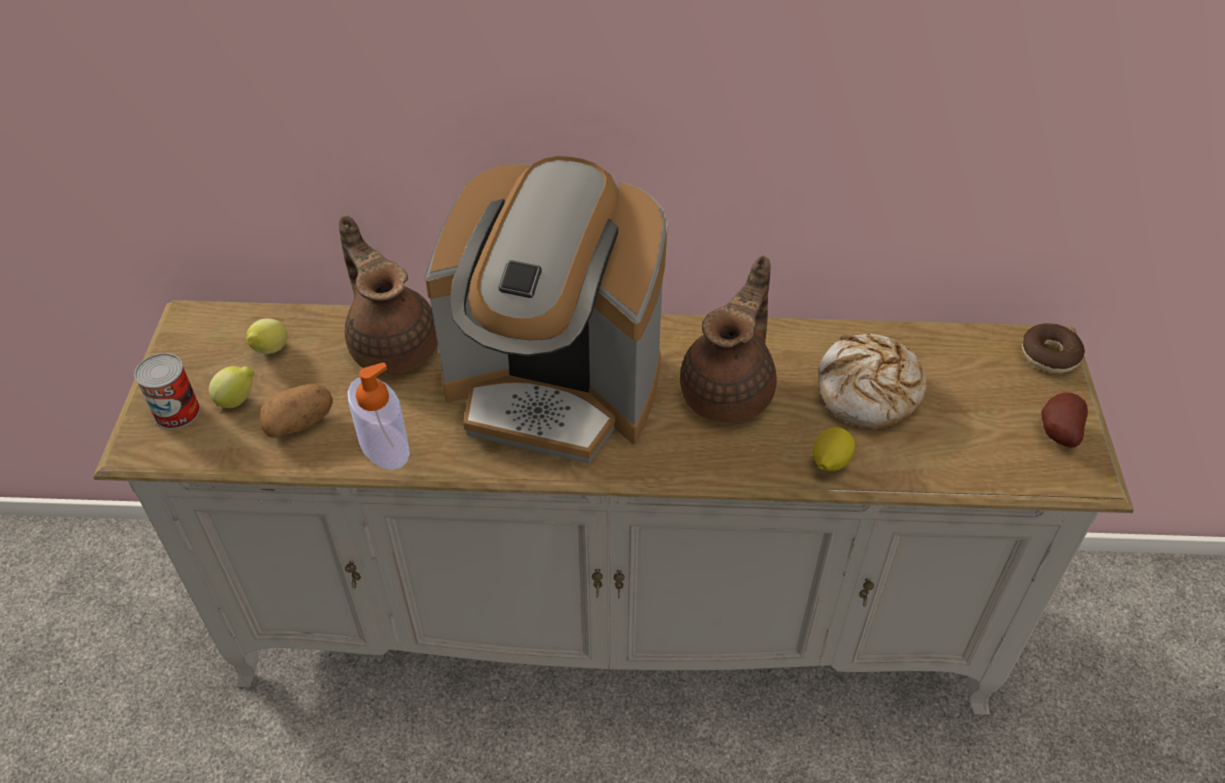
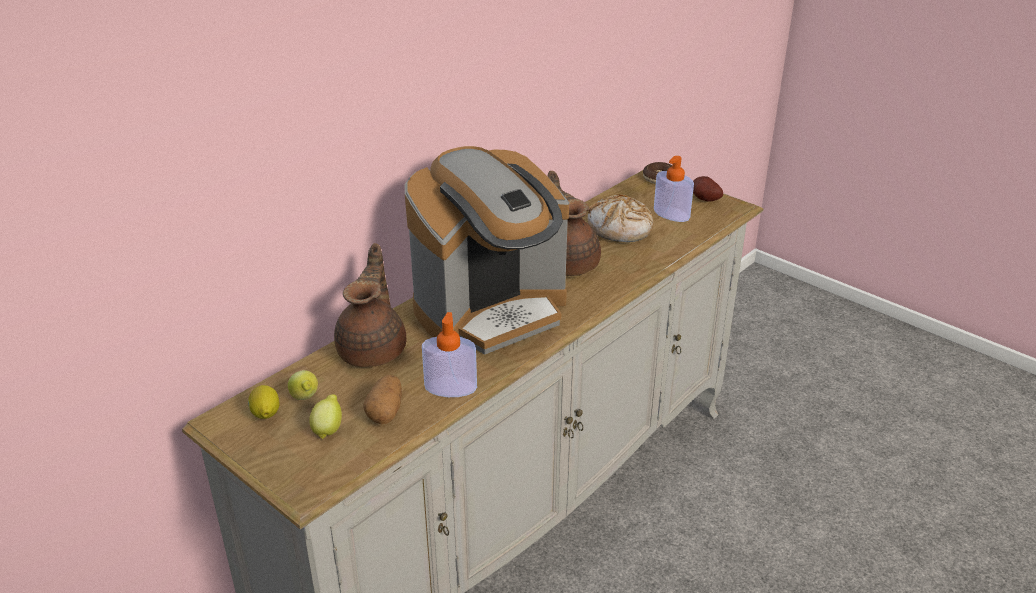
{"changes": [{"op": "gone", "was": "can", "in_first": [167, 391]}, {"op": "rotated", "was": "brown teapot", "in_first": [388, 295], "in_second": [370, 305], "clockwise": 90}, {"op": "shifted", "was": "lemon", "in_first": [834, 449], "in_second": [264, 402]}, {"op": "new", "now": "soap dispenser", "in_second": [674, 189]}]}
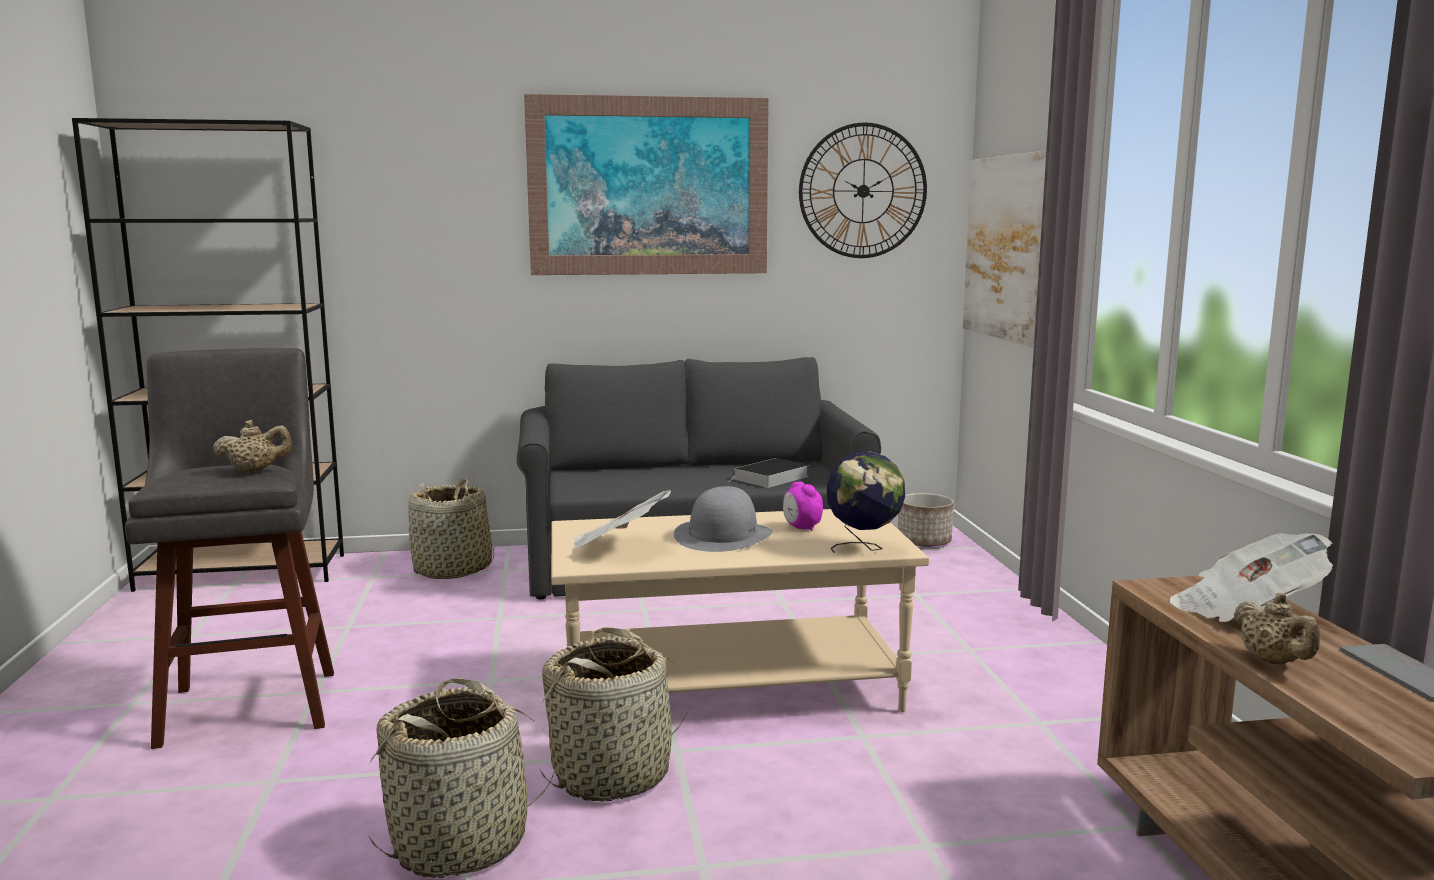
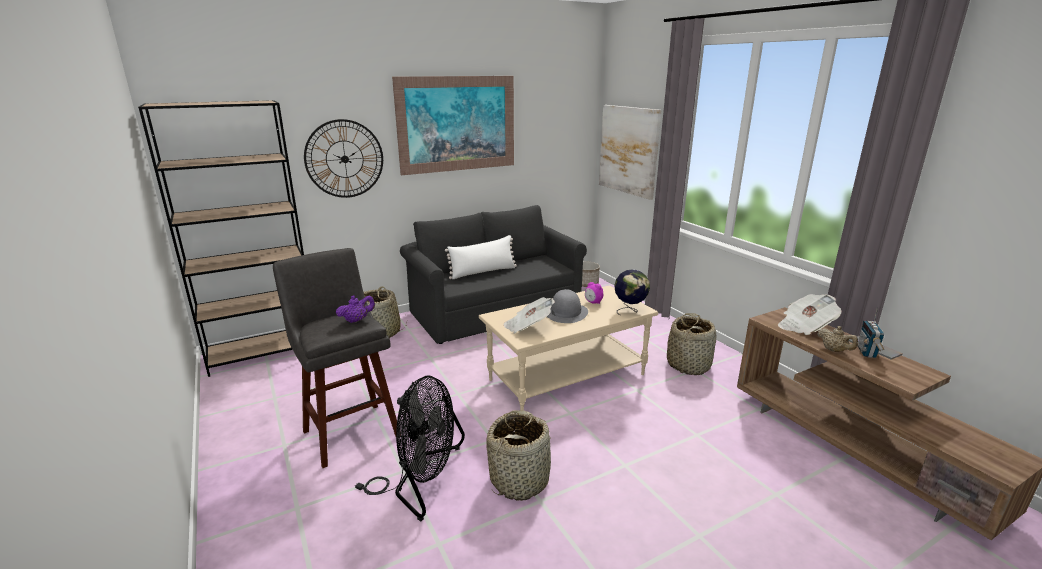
{"changes": [{"op": "repainted", "was": "beige teapot", "now": "purple teapot", "in_first": [252, 446], "in_second": [355, 309]}, {"op": "shifted", "was": "basket", "in_first": [612, 714], "in_second": [691, 344]}, {"op": "gone", "was": "book", "in_first": [768, 473]}, {"op": "shifted", "was": "wall clock", "in_first": [863, 190], "in_second": [343, 158]}, {"op": "new", "now": "black fan", "in_second": [410, 449]}, {"op": "new", "now": "white pillow", "in_second": [481, 257]}, {"op": "new", "now": "radio", "in_second": [871, 332]}]}
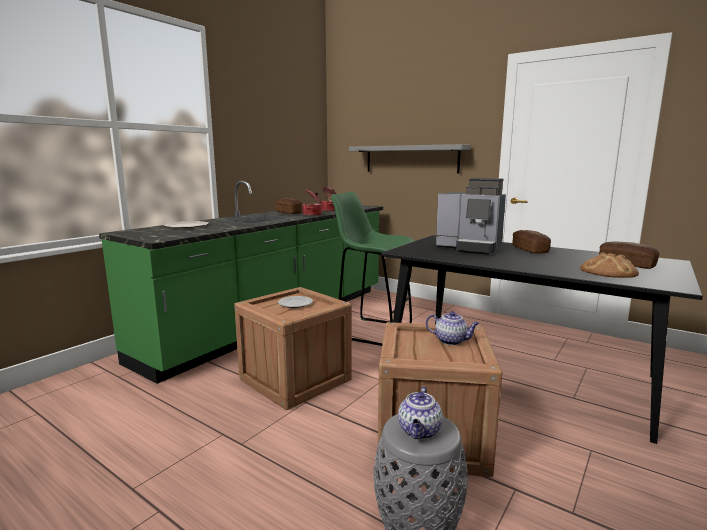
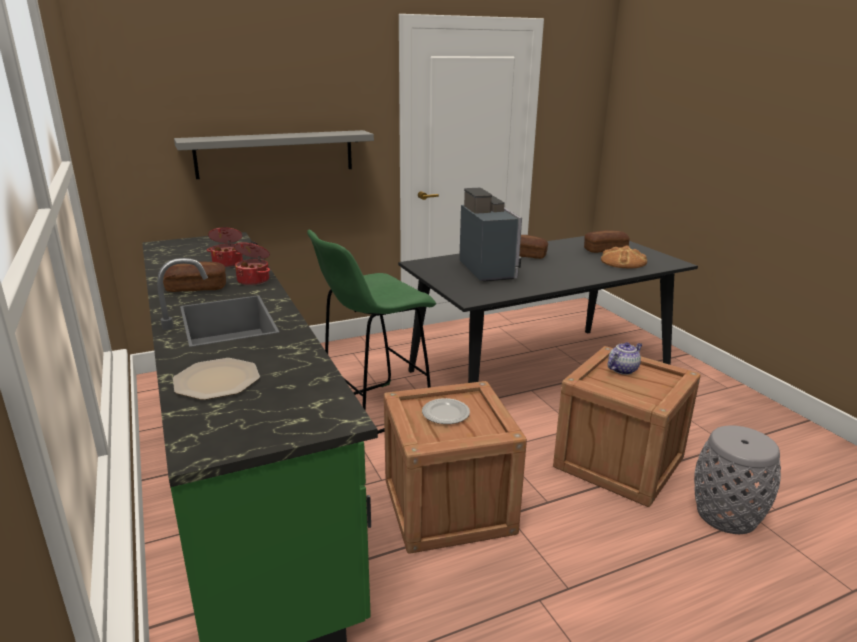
{"changes": [{"op": "gone", "was": "teapot", "in_first": [420, 412]}, {"op": "rotated", "was": "coffee machine", "in_first": [471, 216], "in_second": [490, 235], "clockwise": -75}]}
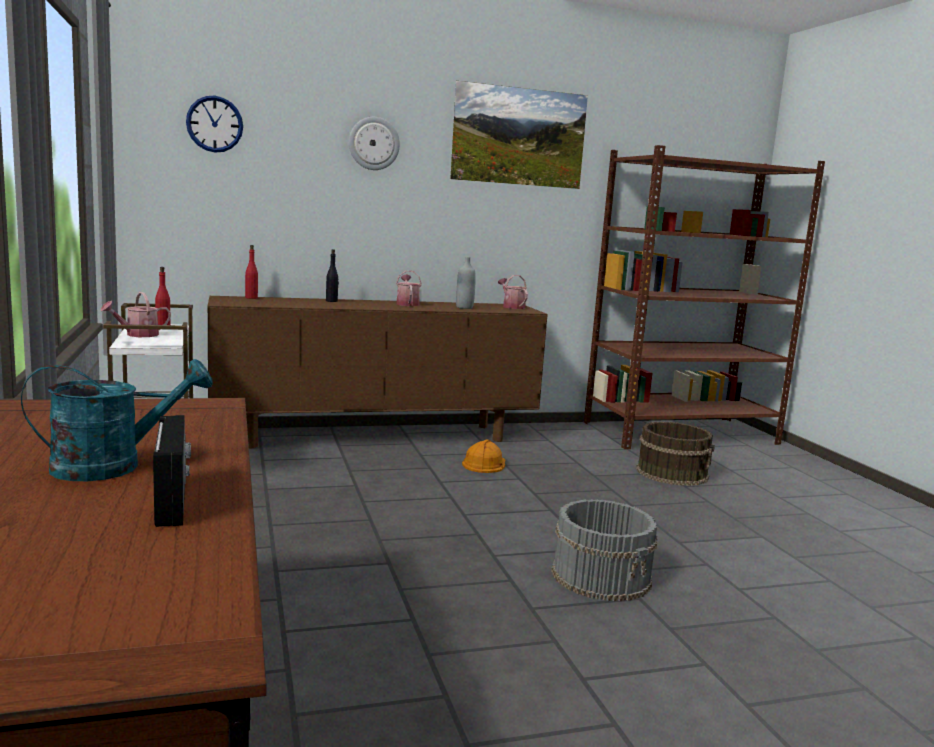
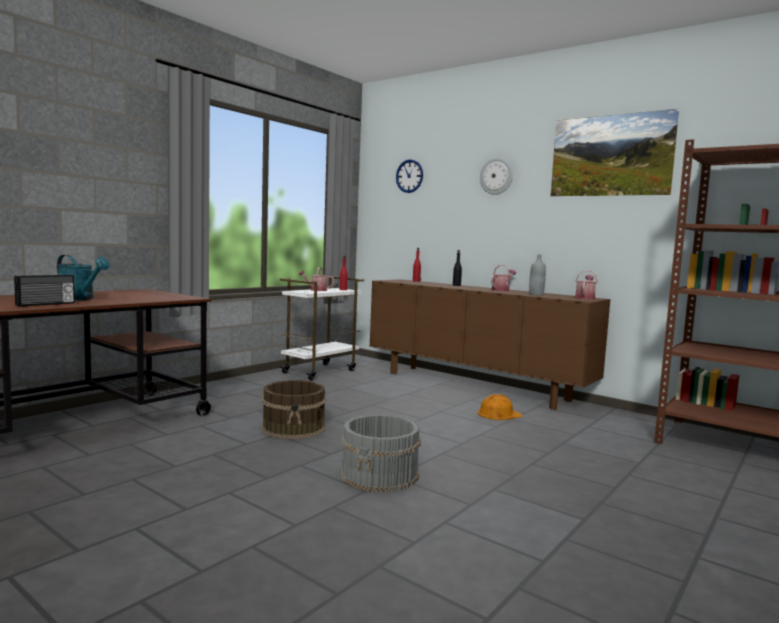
{"changes": [{"op": "shifted", "was": "brown bucket", "in_first": [675, 454], "in_second": [293, 409]}]}
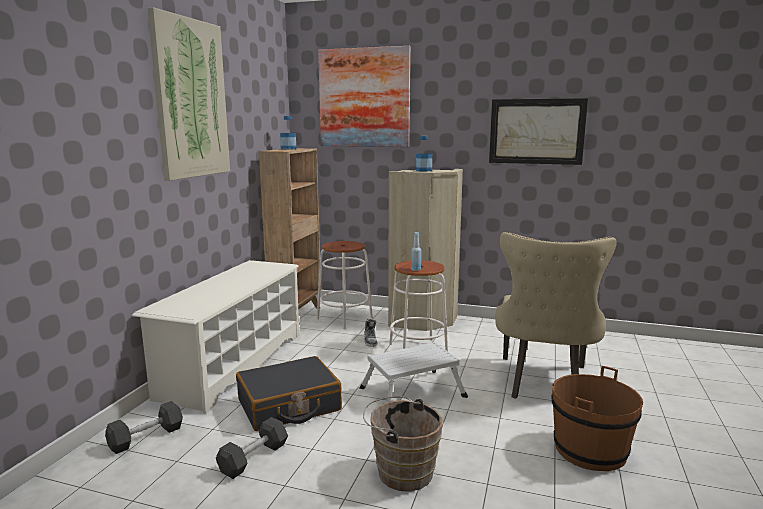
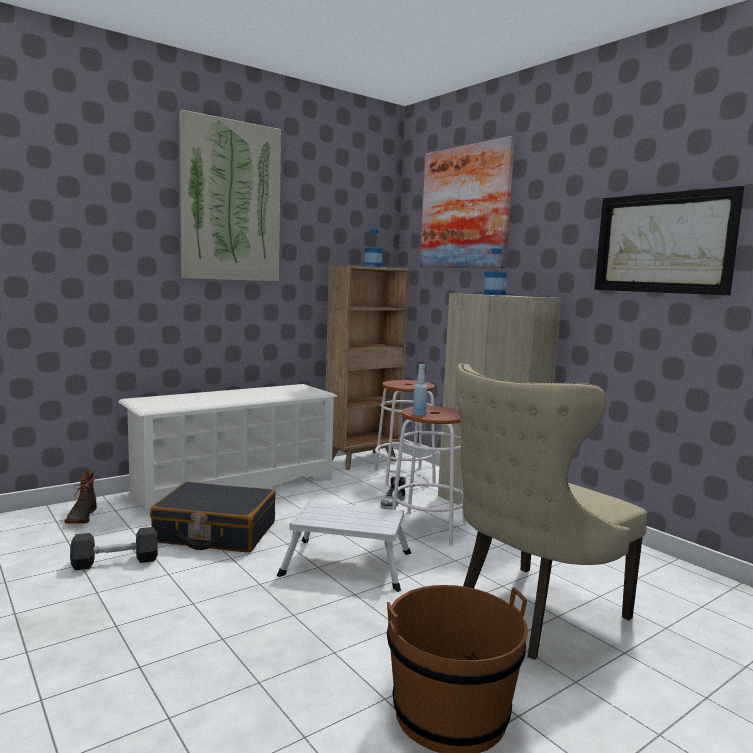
{"changes": [{"op": "swapped", "was": "grey dumbbell", "now": "boot", "in_first": [144, 427], "in_second": [81, 497]}, {"op": "gone", "was": "brown bucket", "in_first": [403, 444]}]}
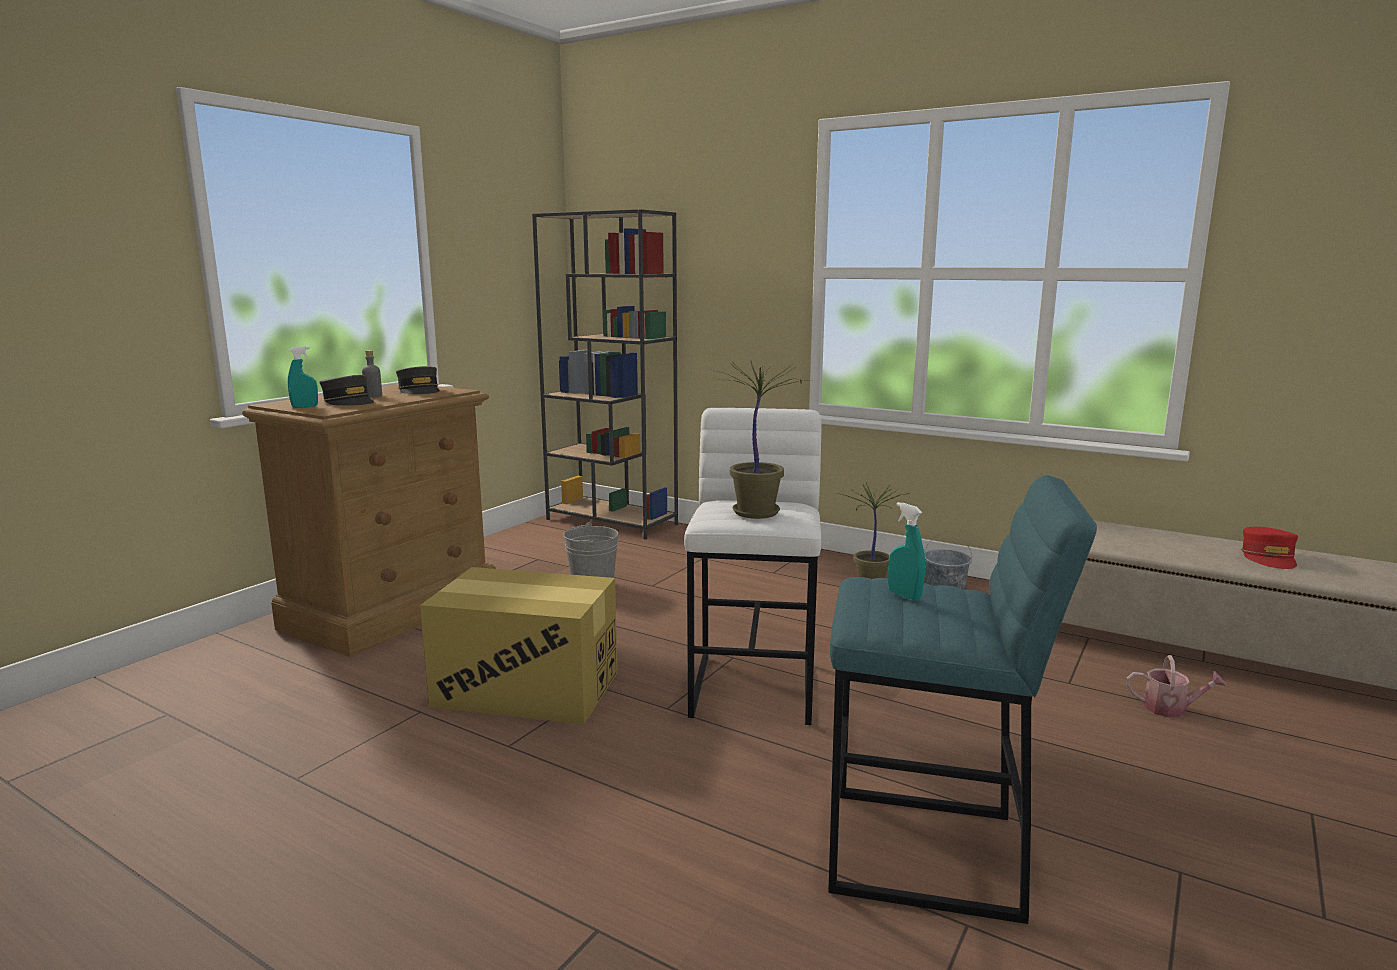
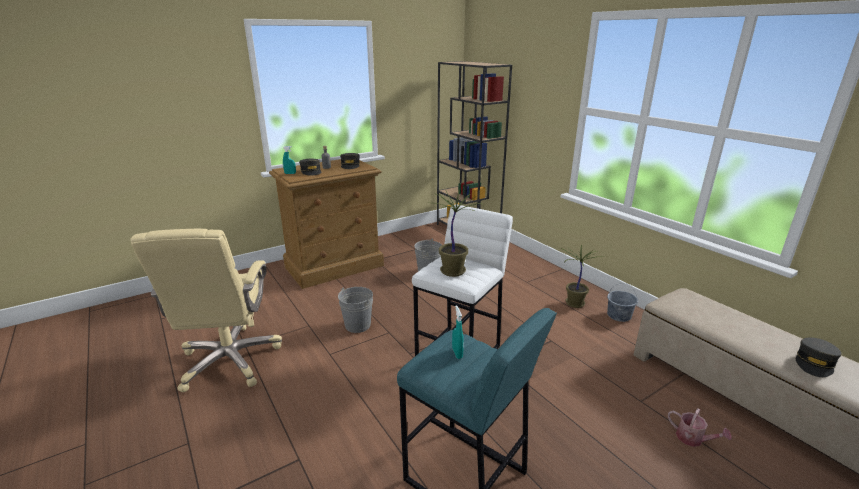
{"changes": [{"op": "swapped", "was": "cardboard box", "now": "grey bucket", "in_first": [519, 645], "in_second": [355, 310]}, {"op": "repainted", "was": "red cap", "now": "grey cap", "in_first": [1269, 548], "in_second": [819, 357]}, {"op": "new", "now": "beige office chair", "in_second": [206, 310]}]}
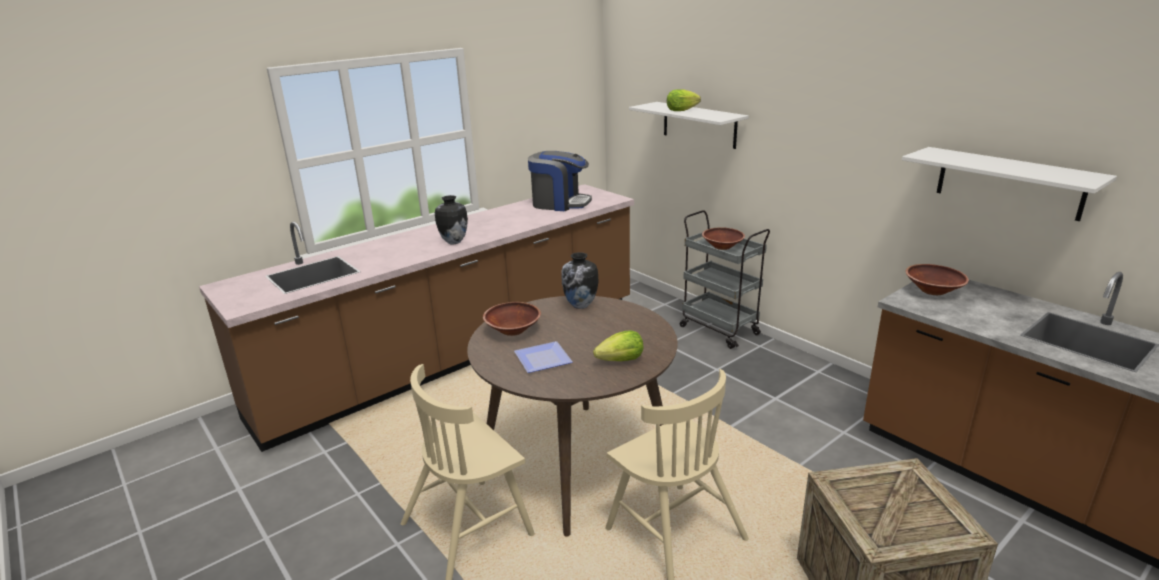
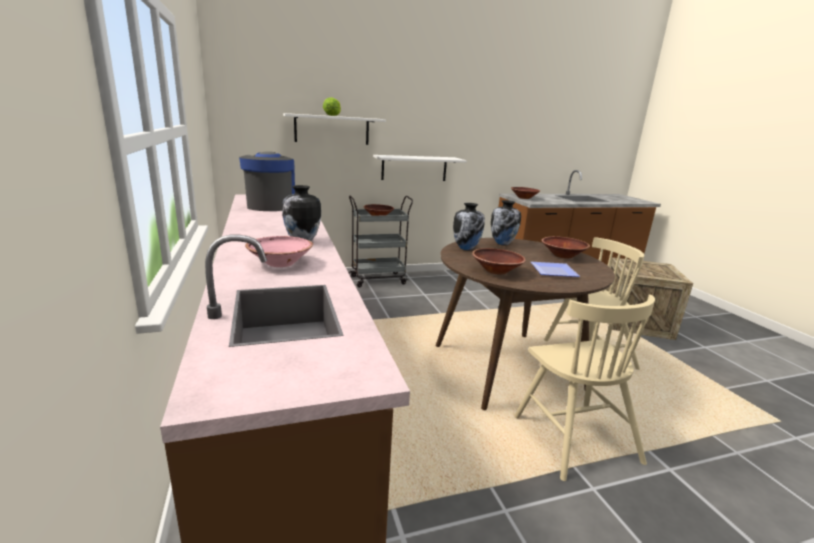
{"changes": [{"op": "rotated", "was": "coffee machine", "in_first": [560, 181], "in_second": [267, 181], "clockwise": -45}, {"op": "swapped", "was": "lettuce", "now": "brown bowl", "in_first": [618, 345], "in_second": [566, 247]}, {"op": "shifted", "was": "white shelf", "in_first": [1009, 184], "in_second": [420, 168]}, {"op": "new", "now": "pink bowl", "in_second": [279, 251]}, {"op": "new", "now": "vase", "in_second": [506, 222]}]}
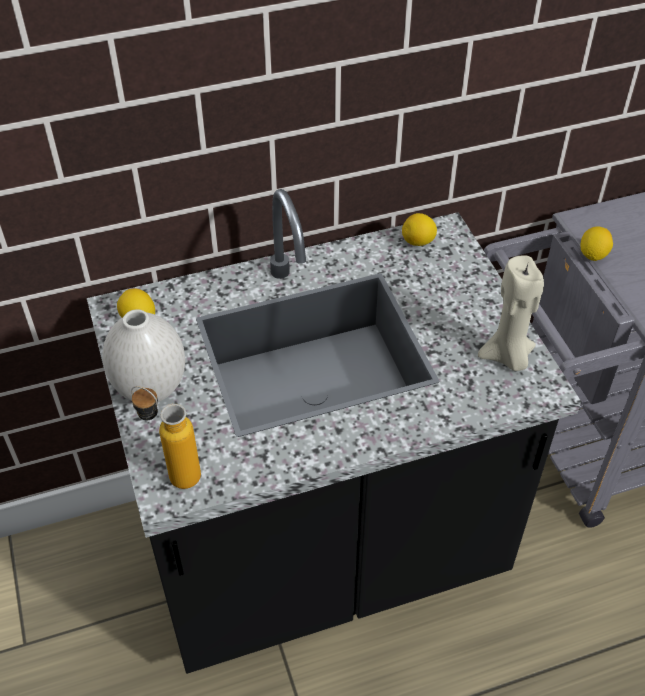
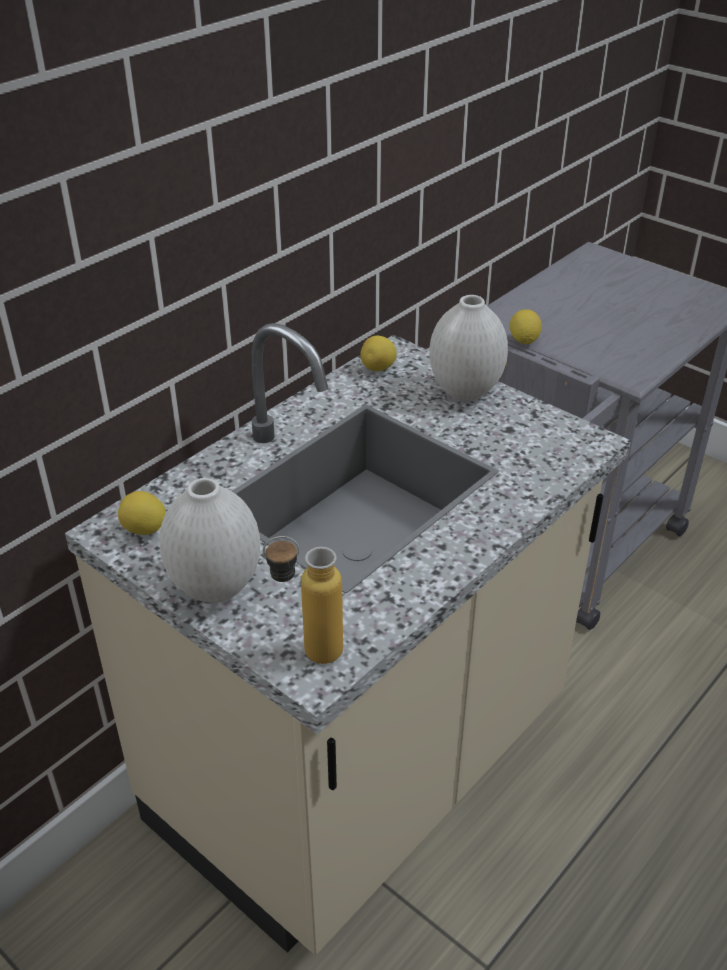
{"changes": [{"op": "repainted", "was": "black counter", "now": "beige counter", "in_first": [334, 431], "in_second": [348, 639]}, {"op": "gone", "was": "beige candle", "in_first": [511, 313]}, {"op": "new", "now": "white vase", "in_second": [468, 348]}]}
